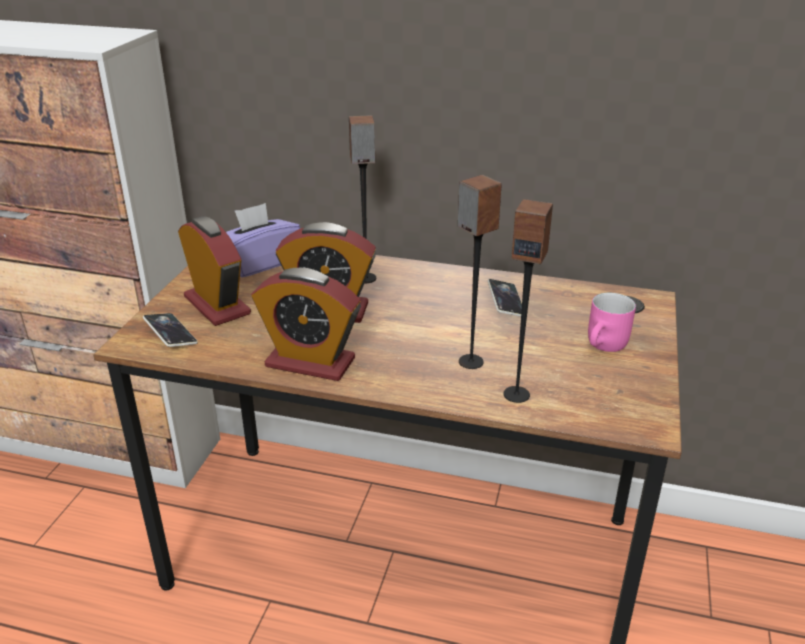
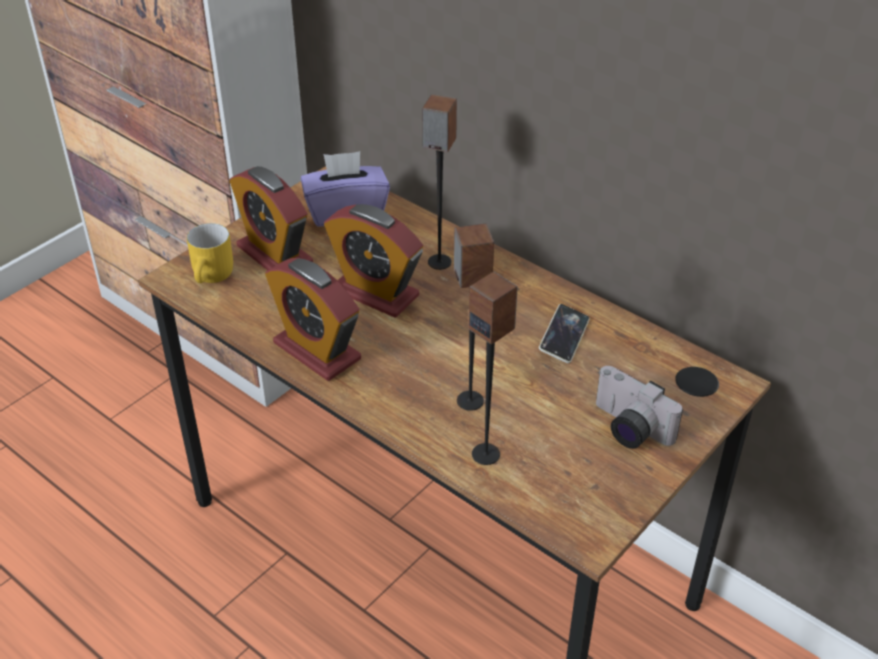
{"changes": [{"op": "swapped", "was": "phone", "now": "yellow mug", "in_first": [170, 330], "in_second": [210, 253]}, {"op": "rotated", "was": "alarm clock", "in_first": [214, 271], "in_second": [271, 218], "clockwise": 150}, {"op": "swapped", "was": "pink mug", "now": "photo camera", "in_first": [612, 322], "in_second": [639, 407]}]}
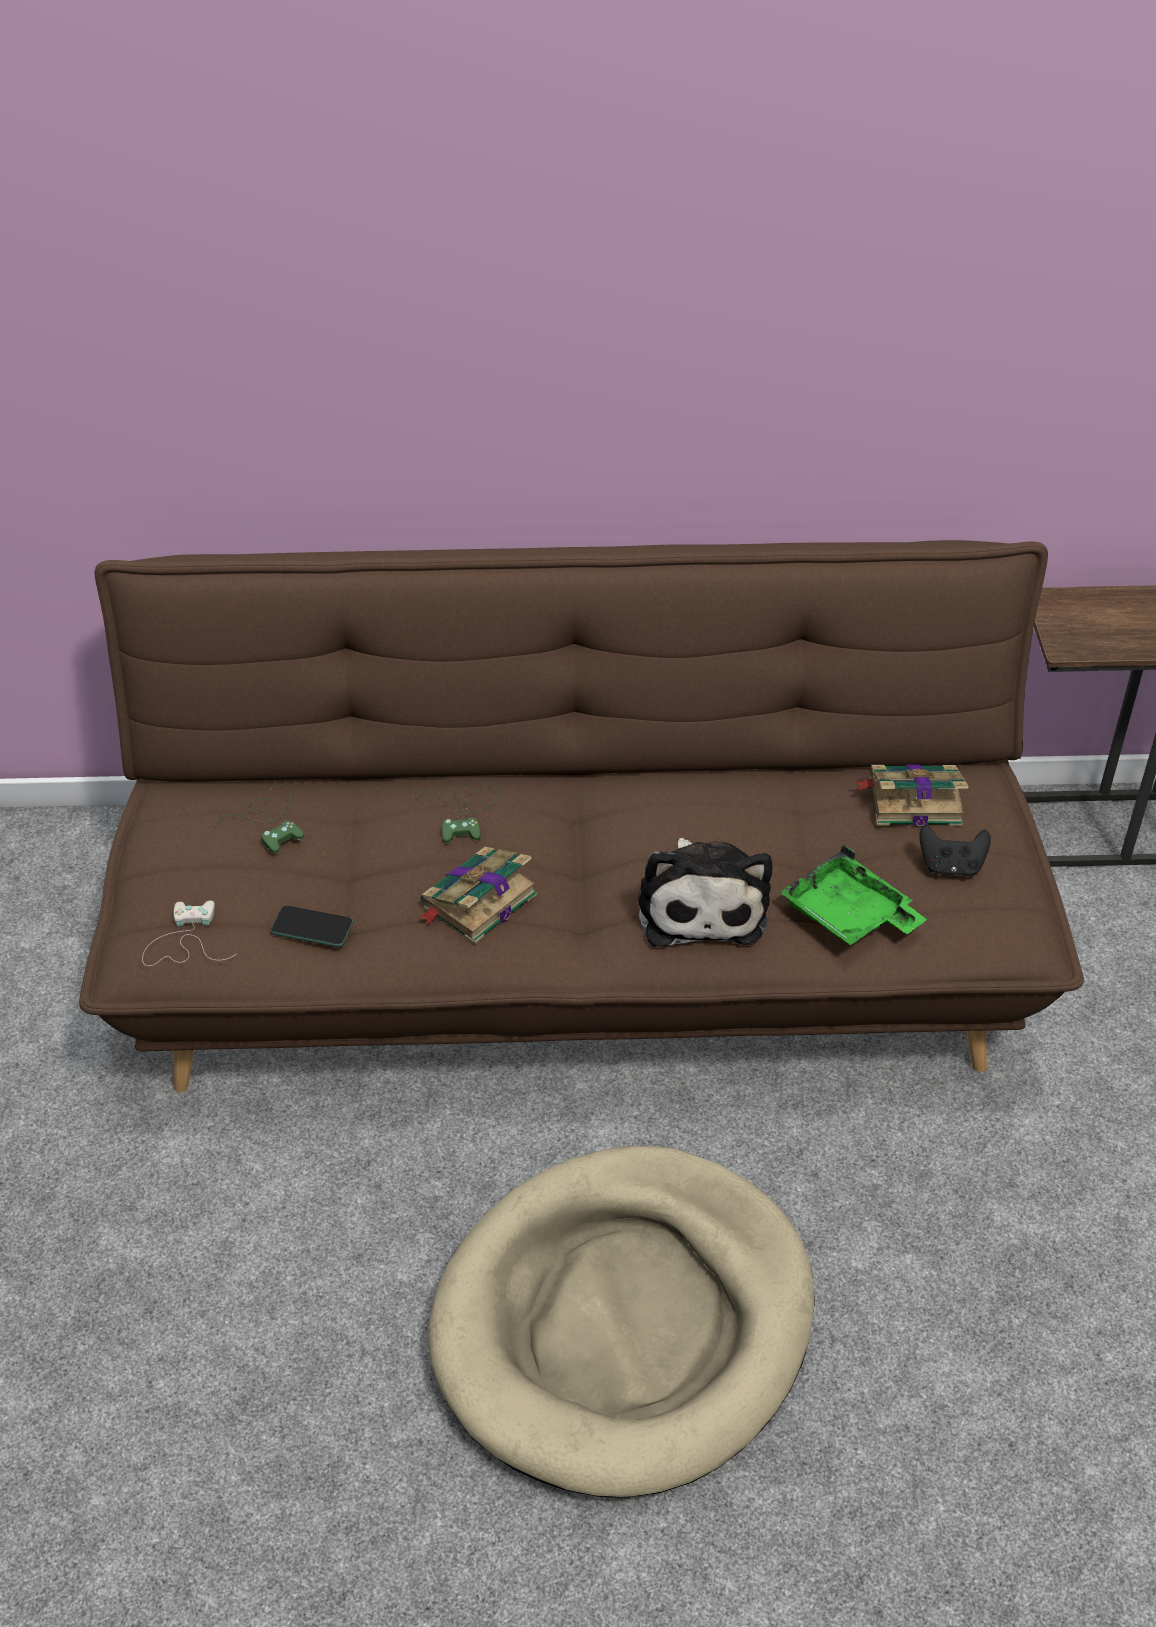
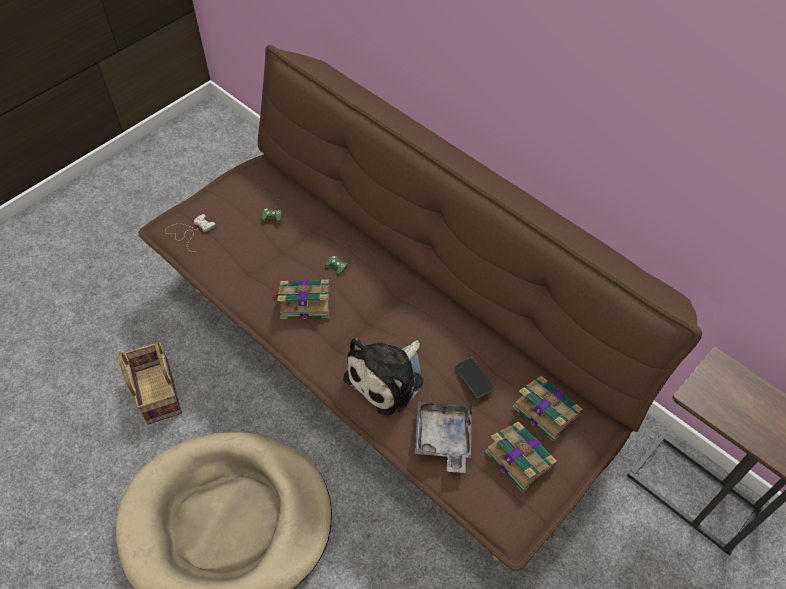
{"changes": [{"op": "shifted", "was": "phone", "in_first": [312, 926], "in_second": [474, 377]}, {"op": "repainted", "was": "green tray", "now": "grey tray", "in_first": [853, 894], "in_second": [443, 437]}, {"op": "swapped", "was": "black game controller", "now": "book", "in_first": [955, 851], "in_second": [521, 457]}, {"op": "new", "now": "basket", "in_second": [150, 383]}]}
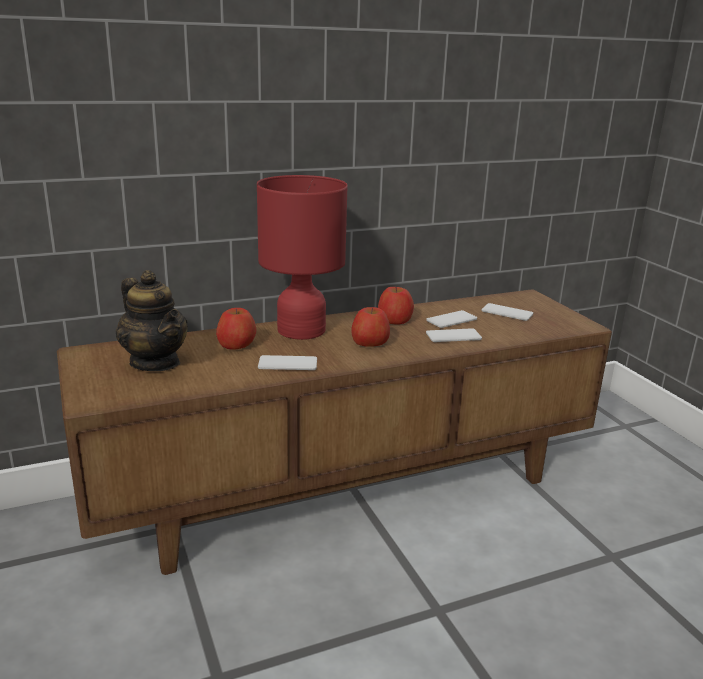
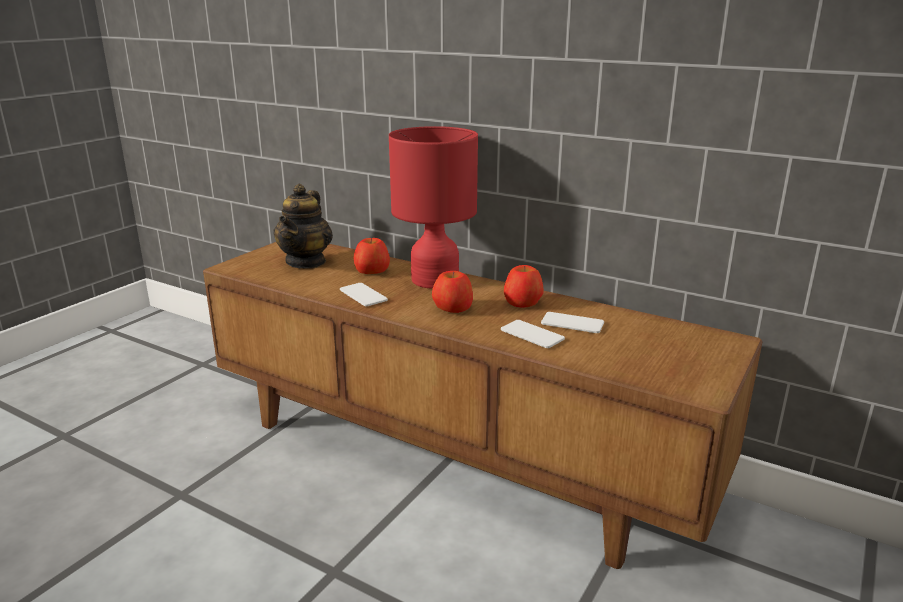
{"changes": [{"op": "gone", "was": "phone", "in_first": [507, 312]}]}
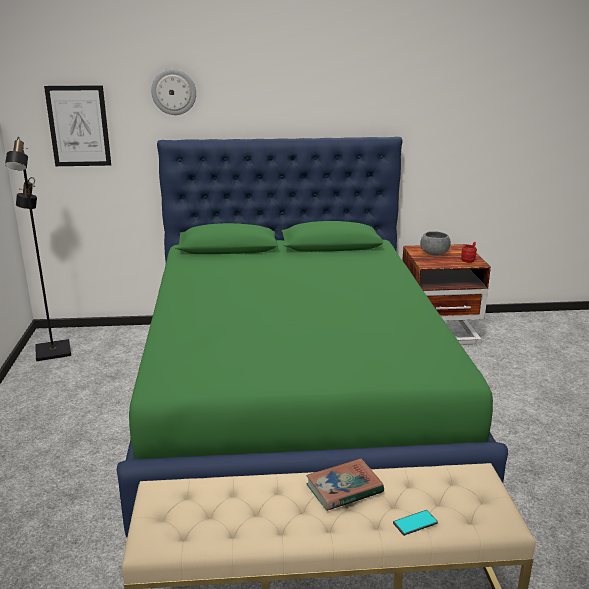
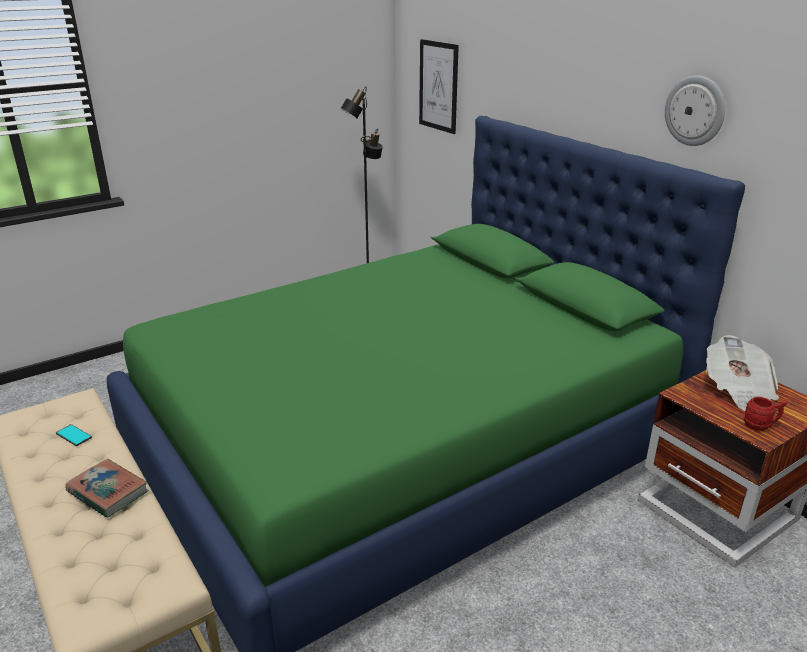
{"changes": [{"op": "shifted", "was": "wall clock", "in_first": [173, 92], "in_second": [695, 110]}, {"op": "shifted", "was": "phone", "in_first": [415, 523], "in_second": [74, 435]}, {"op": "swapped", "was": "grey bowl", "now": "newspaper", "in_first": [435, 243], "in_second": [742, 373]}]}
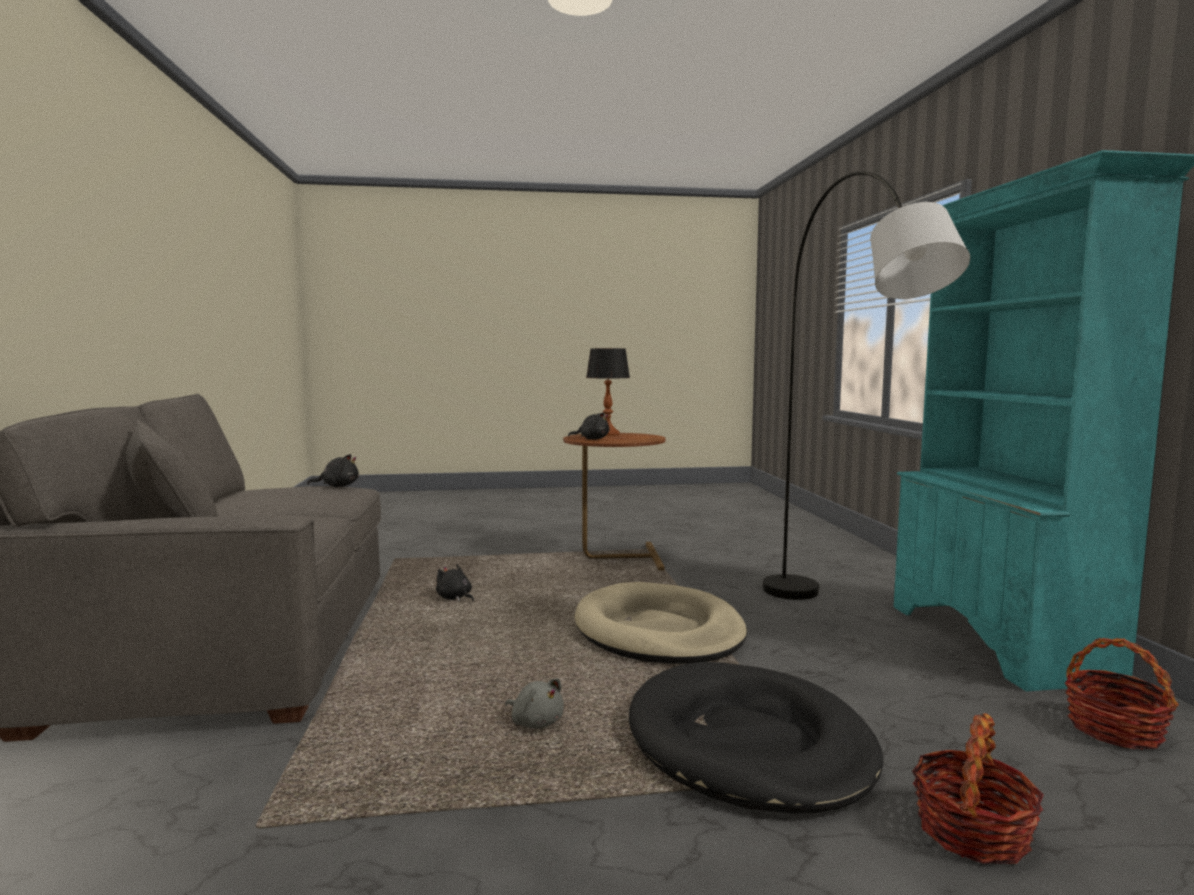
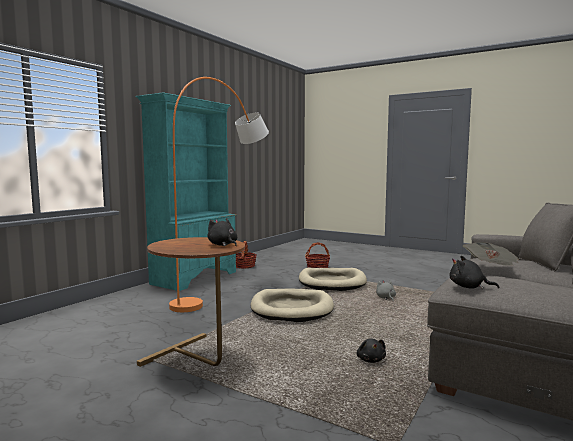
{"changes": [{"op": "gone", "was": "table lamp", "in_first": [608, 392]}, {"op": "repainted", "was": "black dog bed", "now": "beige dog bed", "in_first": [756, 738], "in_second": [333, 279]}, {"op": "repainted", "was": "grey floor lamp", "now": "orange floor lamp", "in_first": [866, 385], "in_second": [219, 194]}, {"op": "new", "now": "newspaper", "in_second": [491, 254]}]}
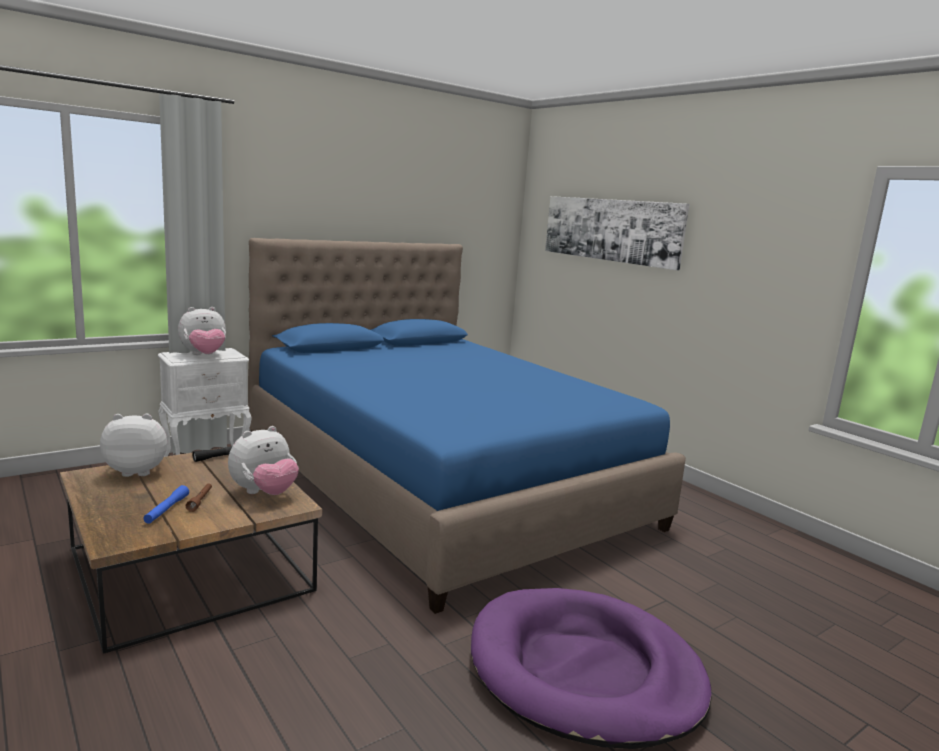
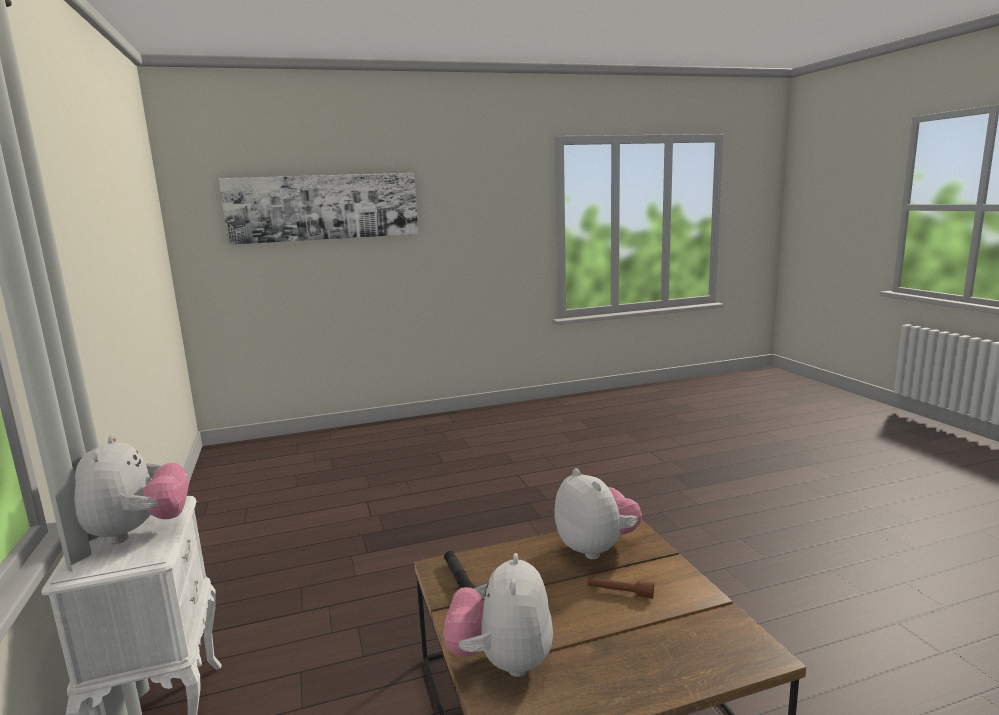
{"changes": [{"op": "gone", "was": "blue flashlight", "in_first": [166, 504]}, {"op": "gone", "was": "blue bed", "in_first": [467, 426]}, {"op": "gone", "was": "purple dog bed", "in_first": [591, 668]}]}
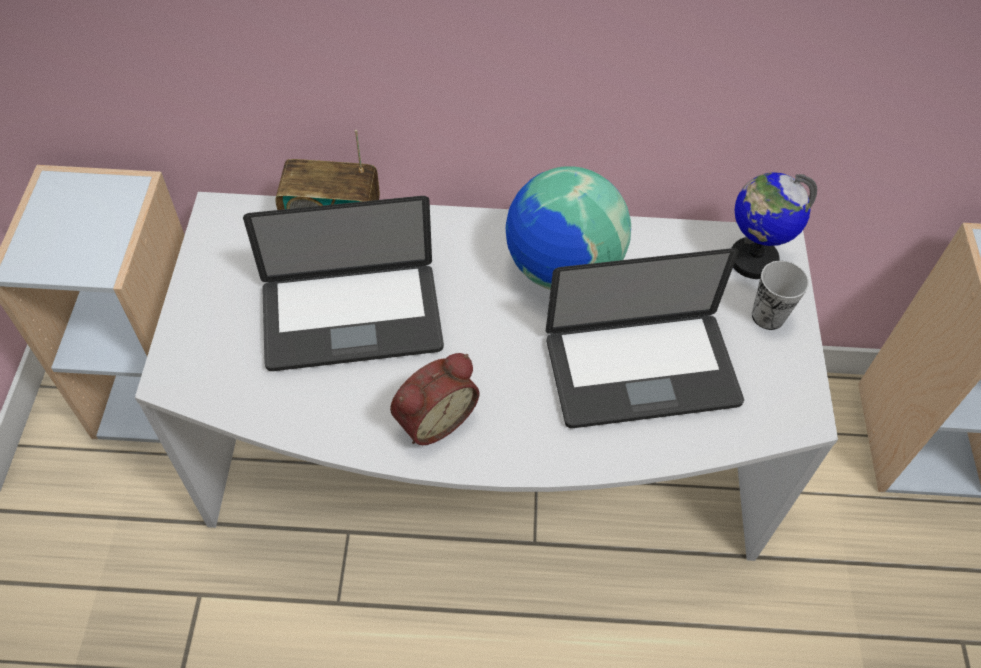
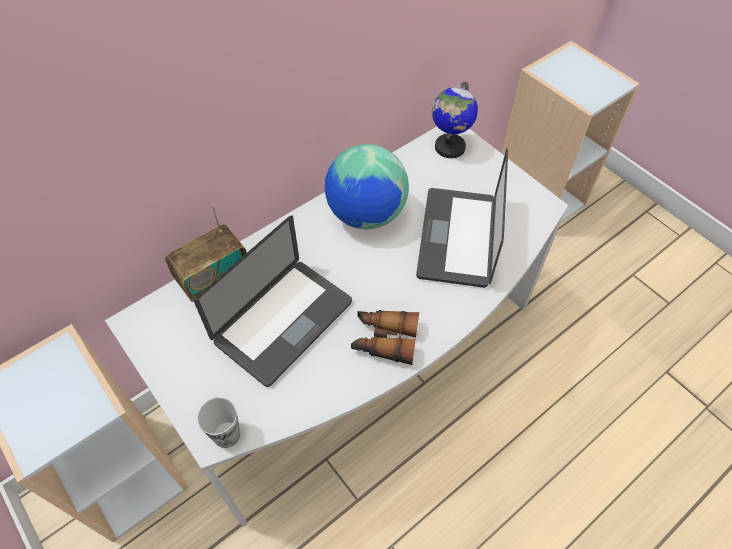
{"changes": [{"op": "swapped", "was": "alarm clock", "now": "binoculars", "in_first": [434, 399], "in_second": [385, 337]}, {"op": "rotated", "was": "laptop", "in_first": [645, 338], "in_second": [462, 218], "clockwise": 150}, {"op": "shifted", "was": "cup", "in_first": [780, 295], "in_second": [218, 422]}]}
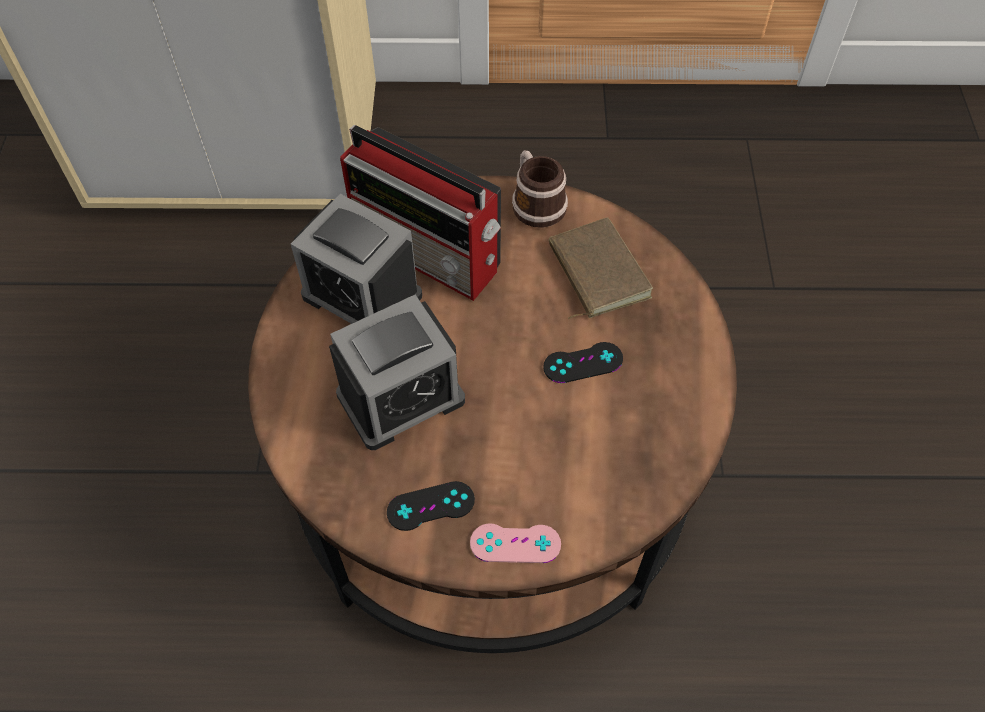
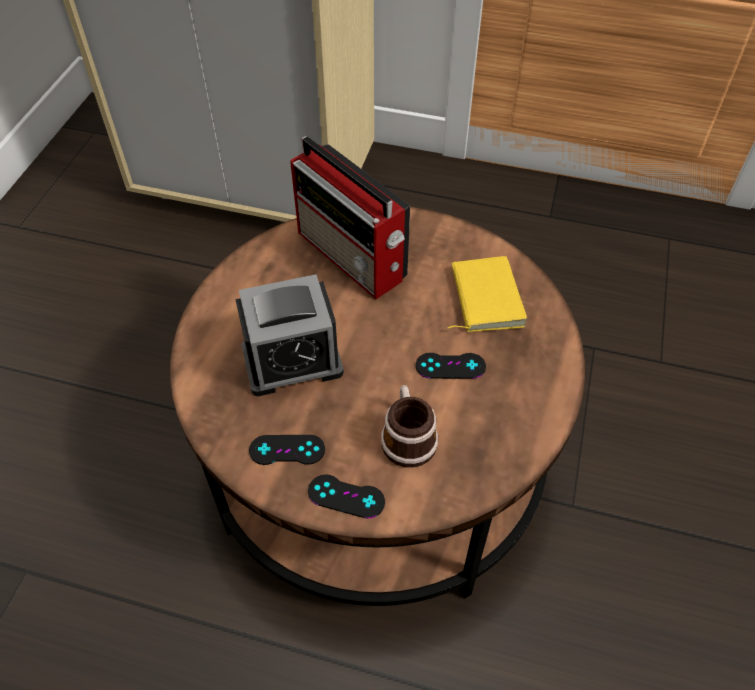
{"changes": [{"op": "gone", "was": "alarm clock", "in_first": [356, 259]}, {"op": "repainted", "was": "pink game controller", "now": "black game controller", "in_first": [515, 543], "in_second": [346, 496]}, {"op": "shifted", "was": "mug", "in_first": [540, 189], "in_second": [409, 426]}, {"op": "repainted", "was": "brown book", "now": "yellow book", "in_first": [601, 268], "in_second": [487, 294]}]}
